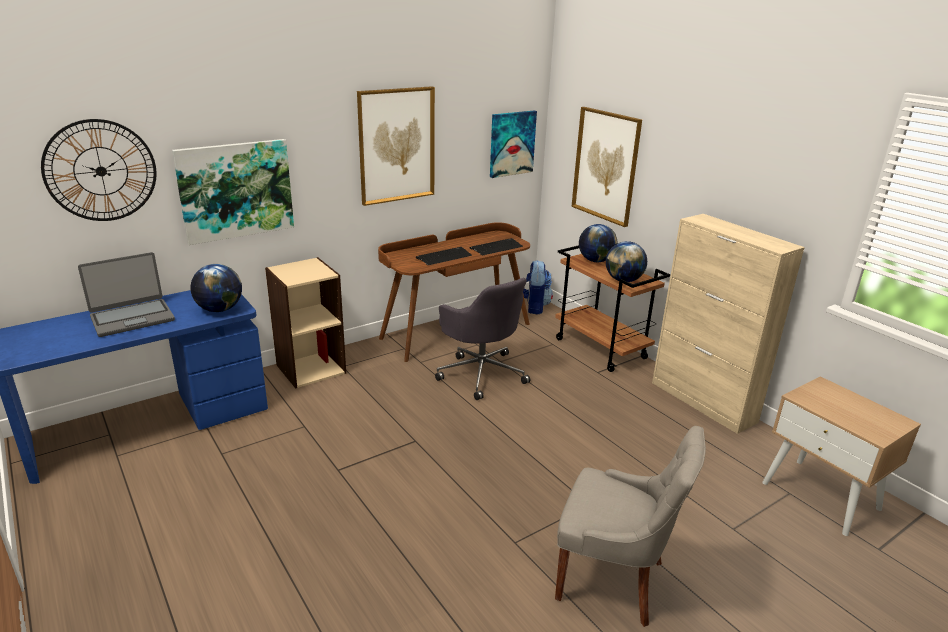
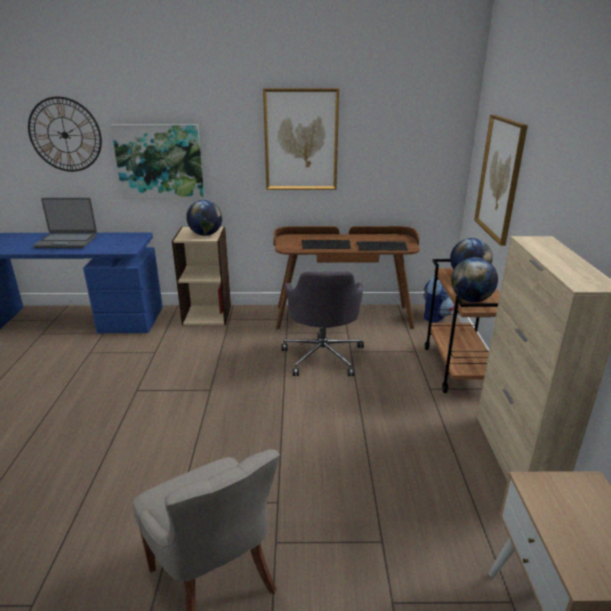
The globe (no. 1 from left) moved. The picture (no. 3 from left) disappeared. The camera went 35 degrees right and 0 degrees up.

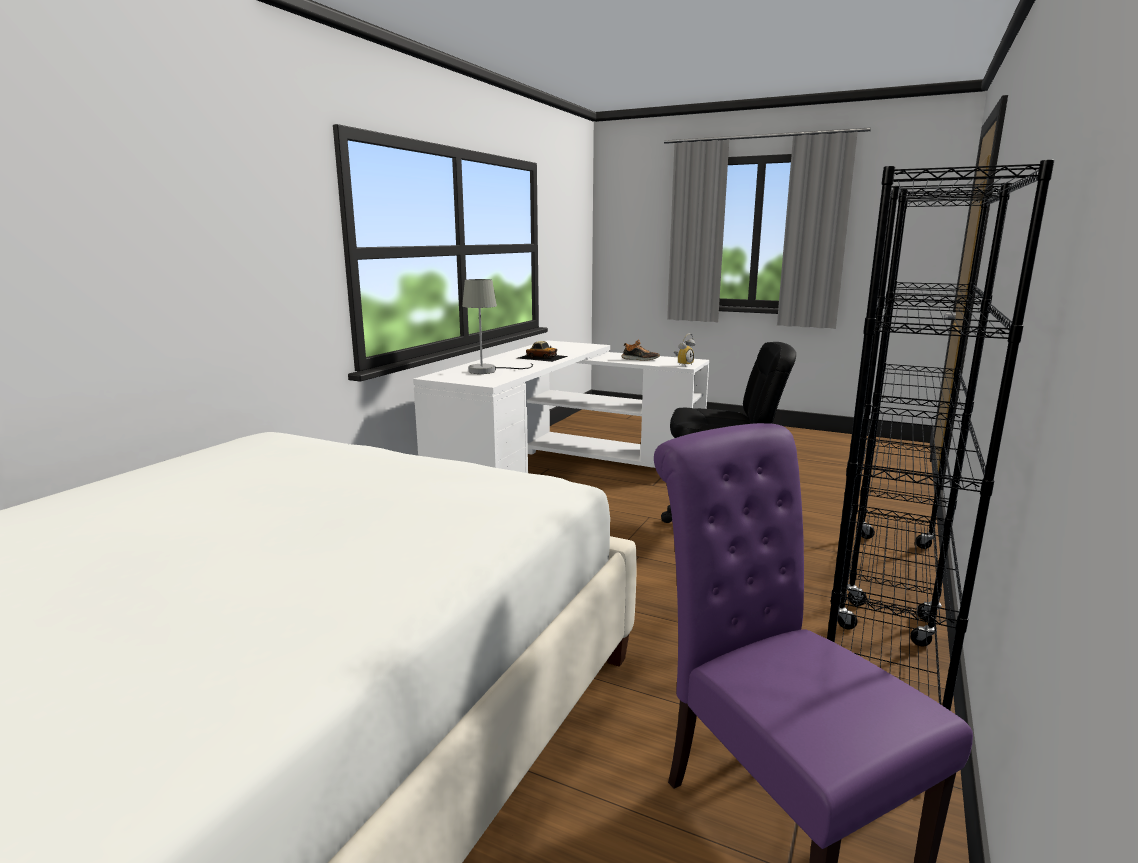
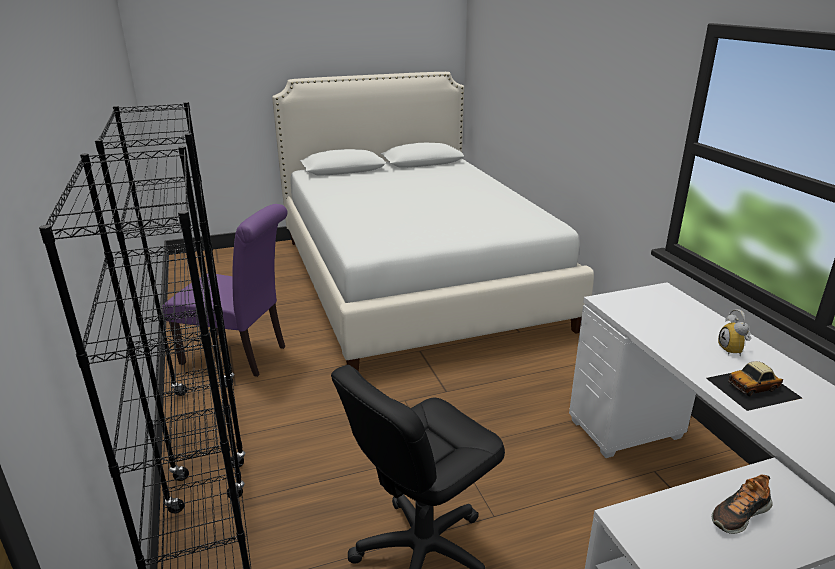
The grey table lamp disappeared. The alarm clock moved. The camera went 135 degrees right and 10 degrees up.

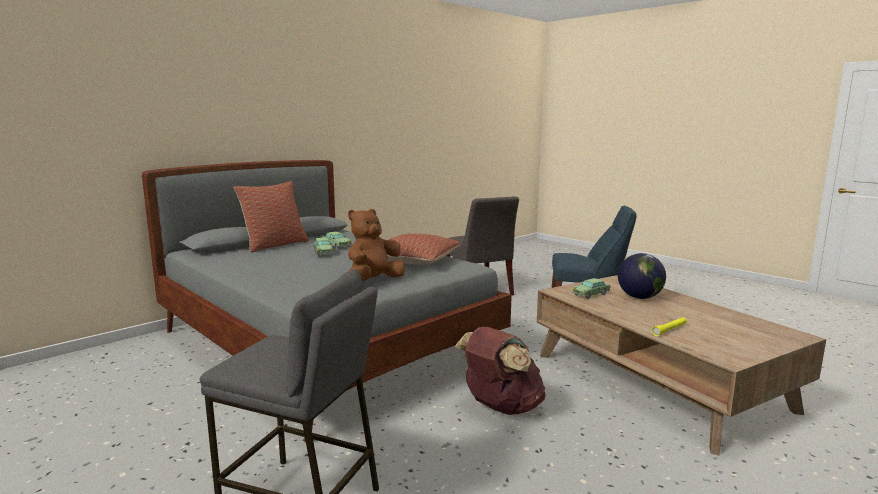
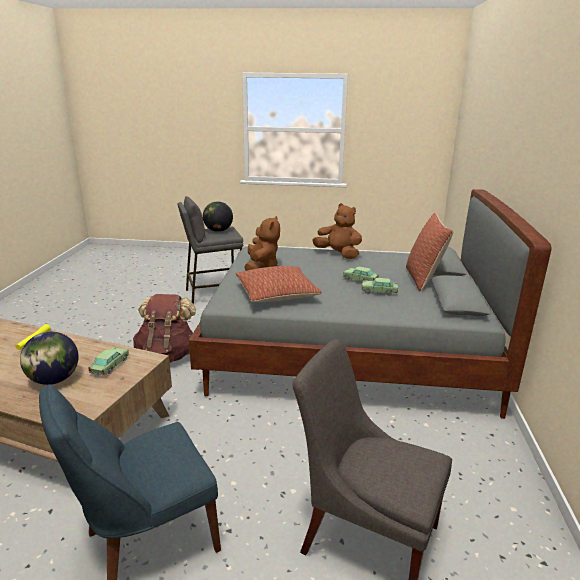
The globe (no. 2 from left) appeared. The brown plush toy (no. 2 from left) appeared. The camera went 140 degrees right and 10 degrees up.

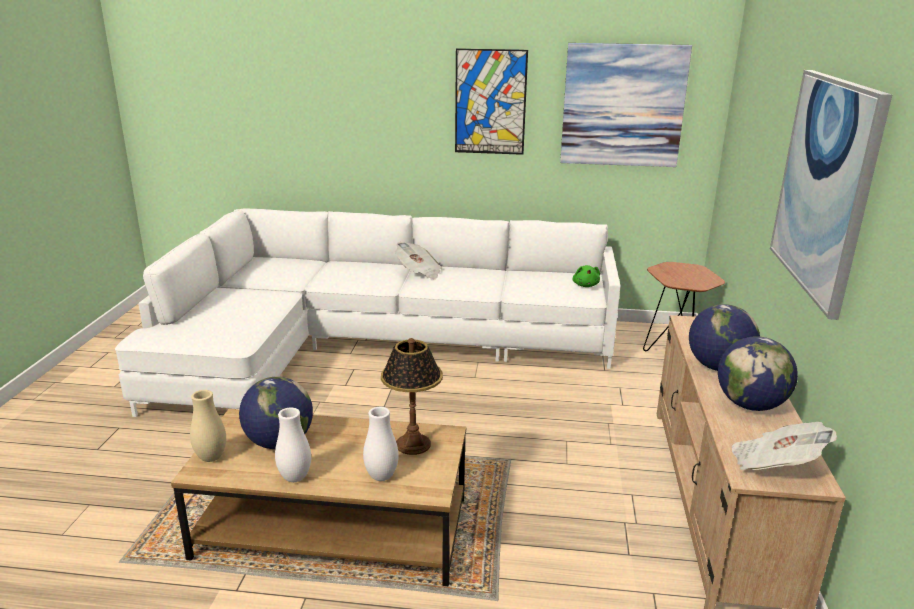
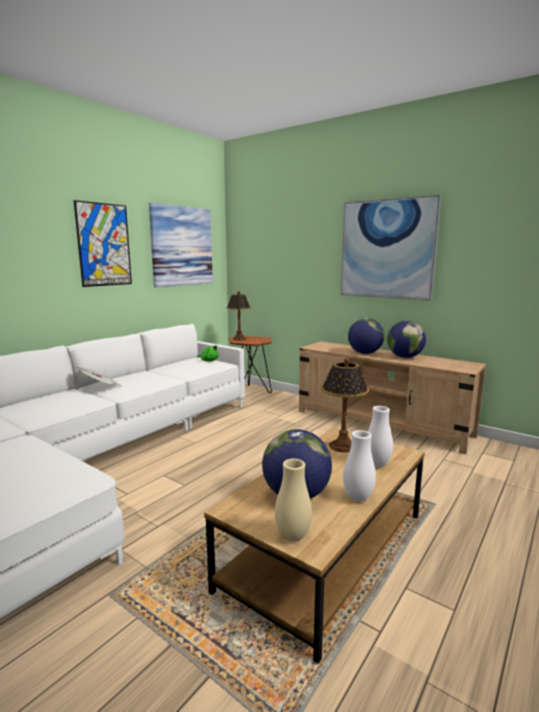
The newspaper (no. 2 from left) disappeared. The table lamp (no. 1 from left) appeared. The camera went 60 degrees left and 10 degrees down.

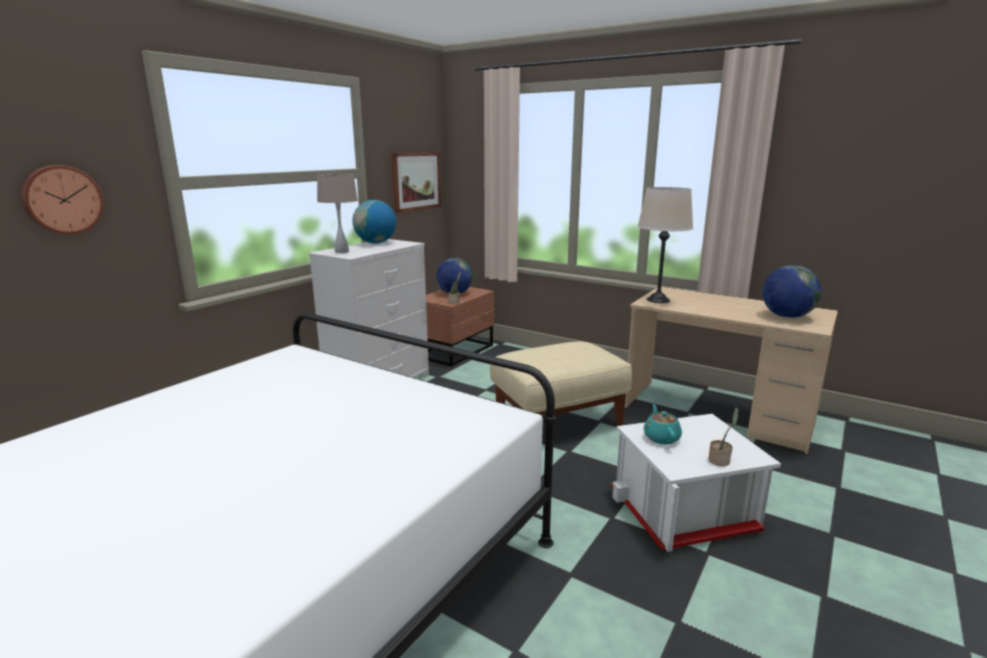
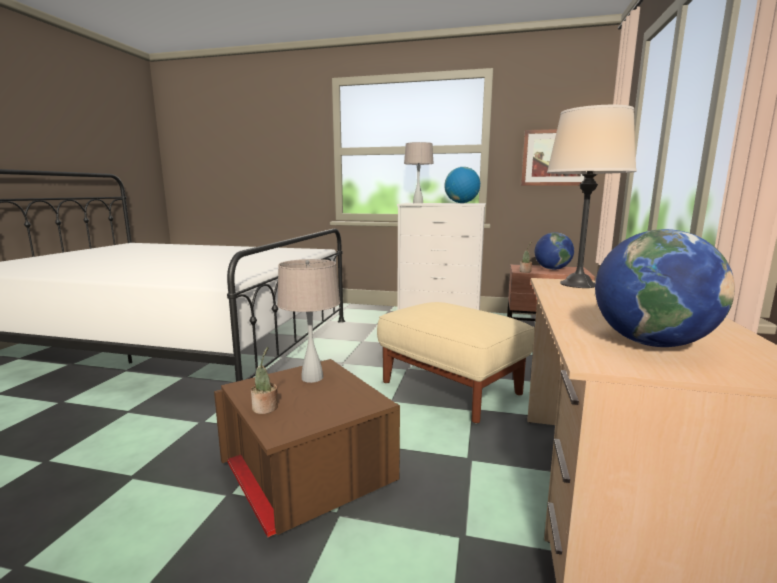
The wall clock disappeared. The white storage box became the brown storage box. The turquoise teapot was replaced by the beige table lamp (no. 1 from left). The camera went 70 degrees right and 5 degrees down.

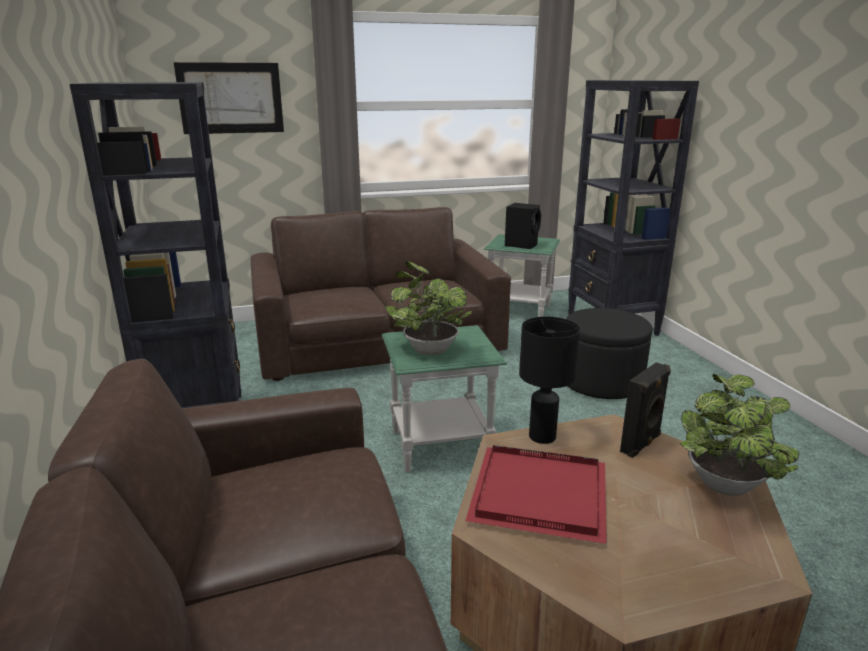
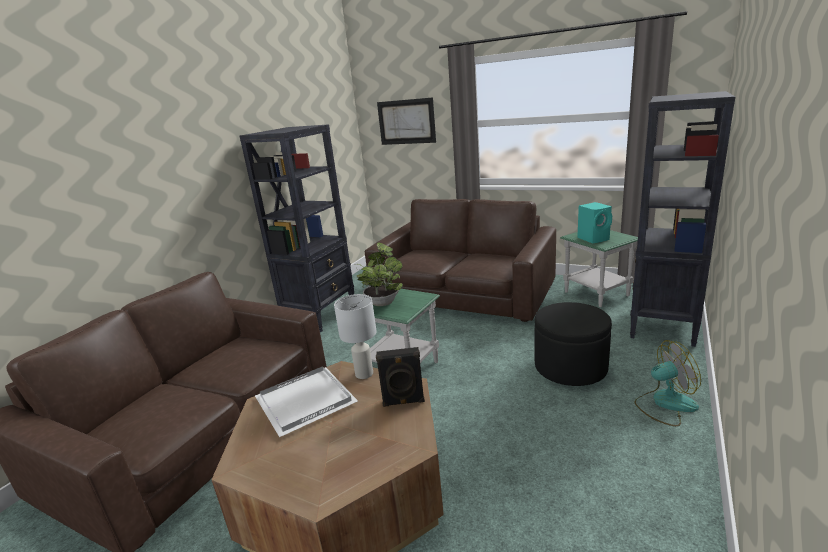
The red tray became the white tray. The black speaker (no. 1 from left) became the turquoise speaker. The black table lamp became the white table lamp. The potted plant (no. 2 from left) disappeared. The fan appeared. The camera went 45 degrees right and 0 degrees up.

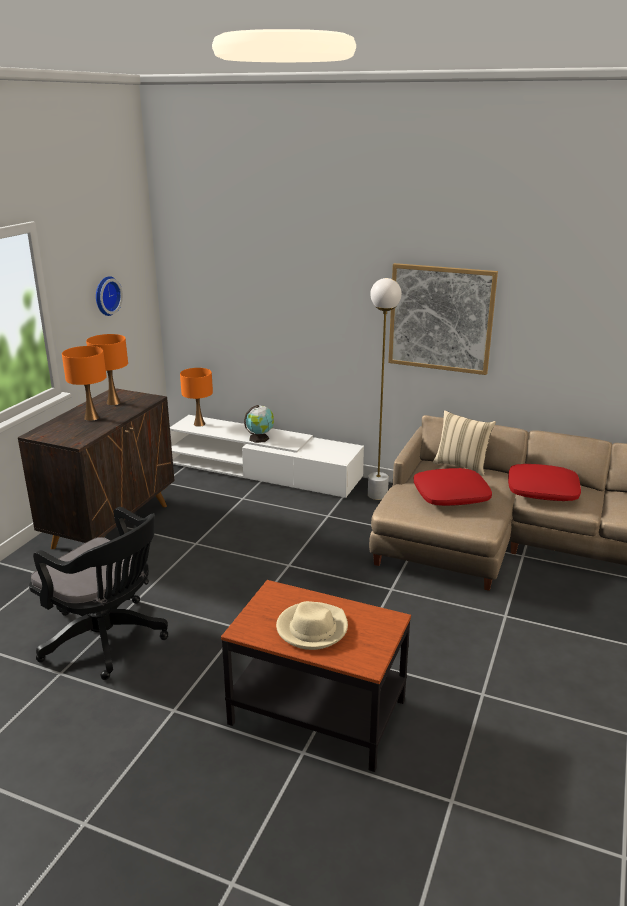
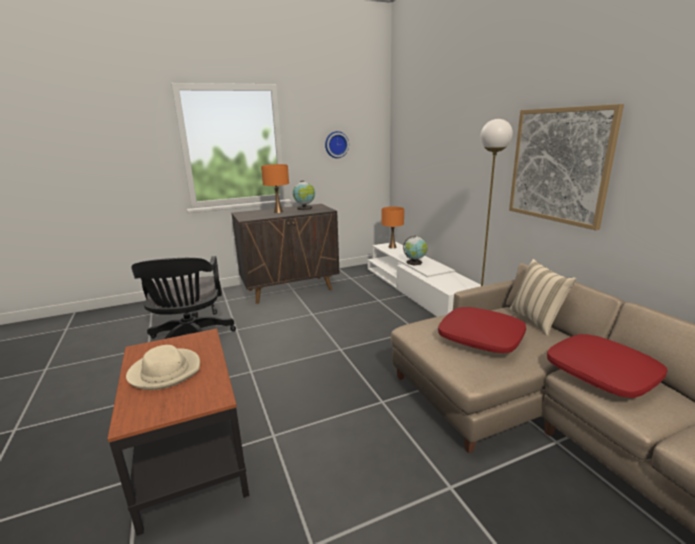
The orange table lamp (no. 2 from left) was replaced by the globe (no. 1 from left). The camera went 45 degrees right and 5 degrees down.

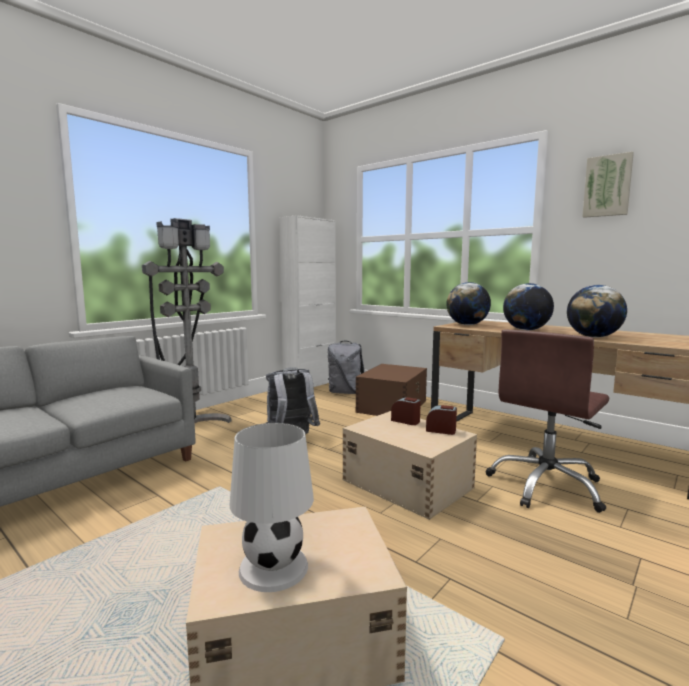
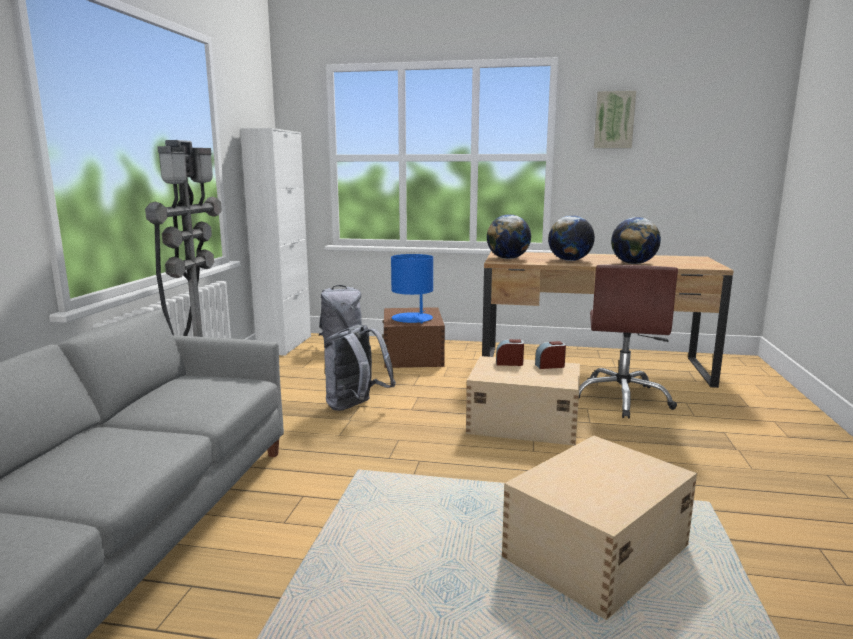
The white table lamp disappeared. The blue table lamp appeared. The camera went 30 degrees left and 5 degrees up.

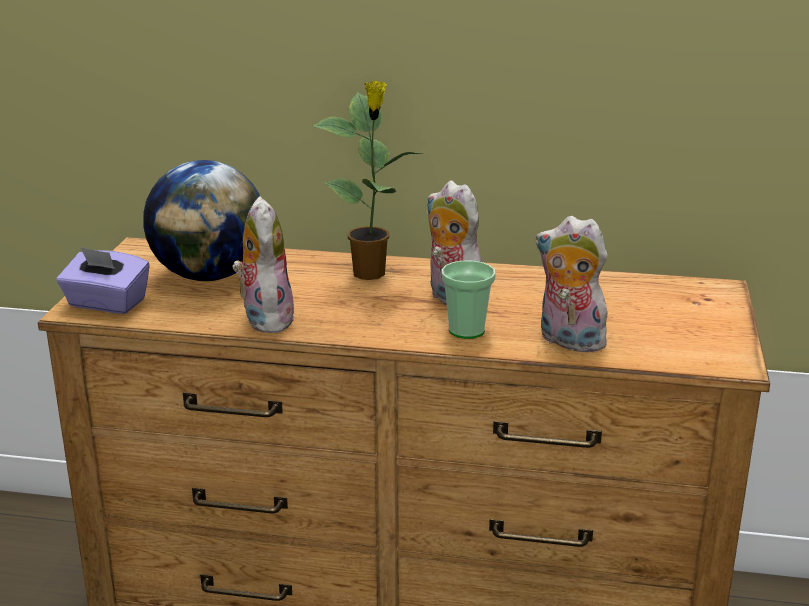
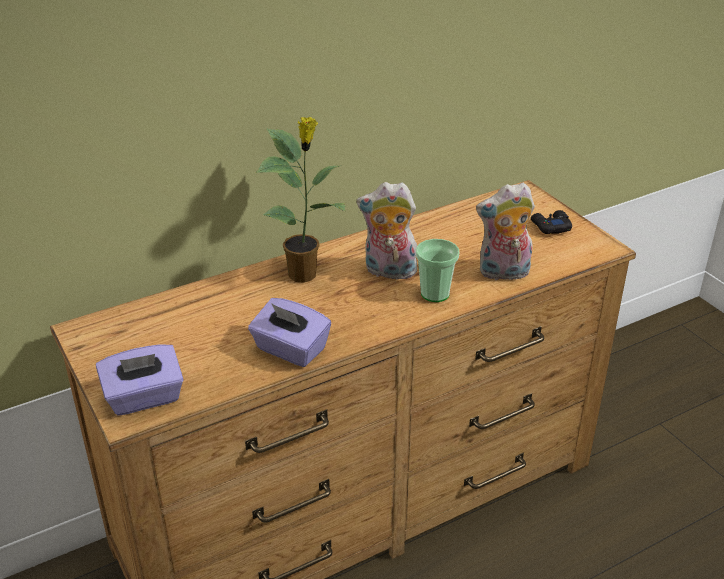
The globe disappeared. The plush toy (no. 1 from left) was replaced by the purple tissue box (no. 2 from left). The black game controller appeared. The camera went 40 degrees left and 10 degrees up.

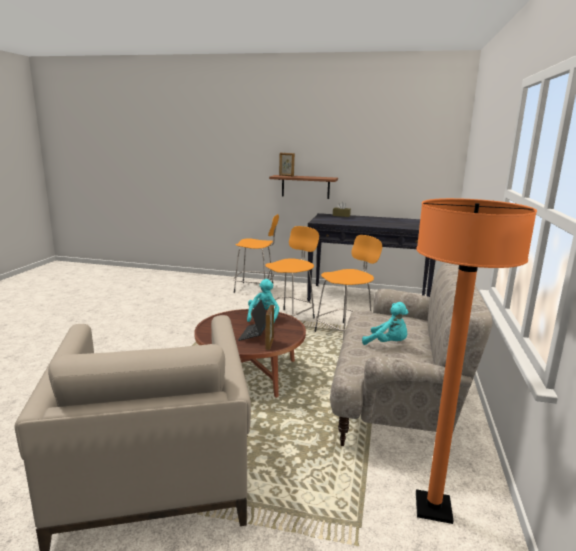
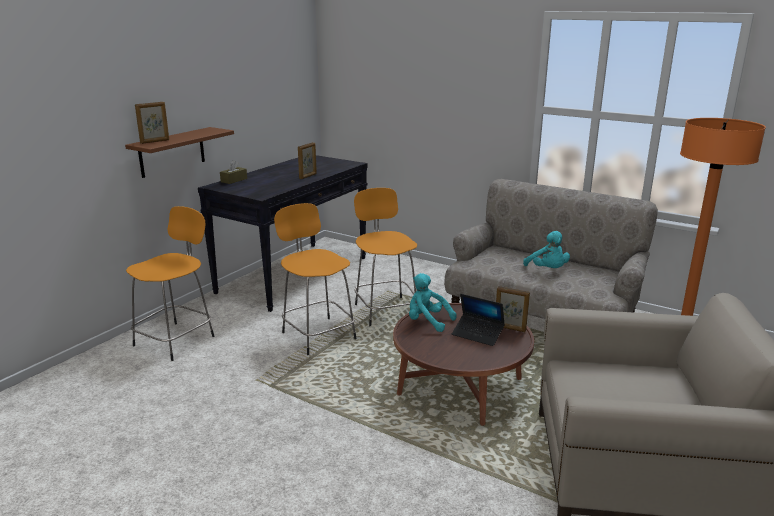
The turquoise plush toy (no. 2 from left) turned 105 degrees clockwise. The picture frame (no. 2 from left) appeared. The camera went 70 degrees left and 5 degrees up.

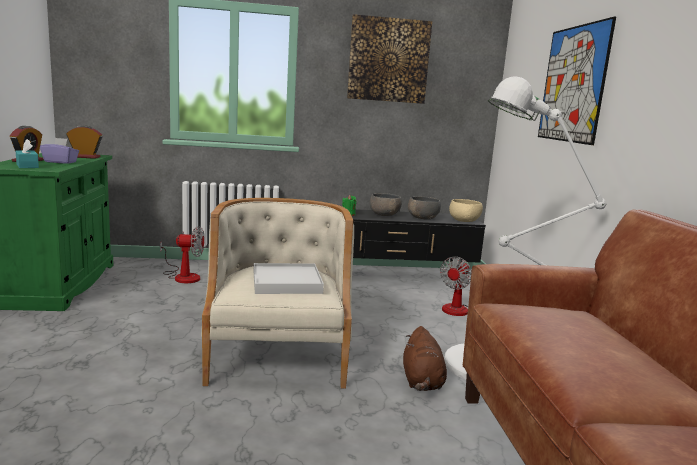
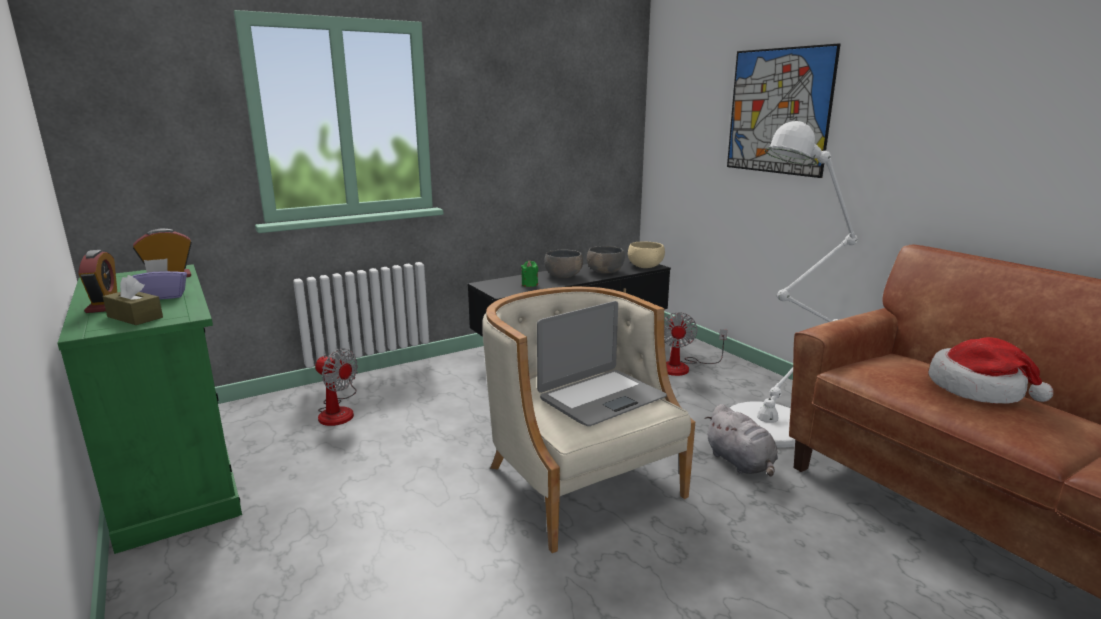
The turquoise tissue box became the brown tissue box. The fan (no. 1 from left) turned 60 degrees clockwise. The white tray was replaced by the laptop. The picture (no. 1 from left) disappeared. The brown plush toy became the grey plush toy. The hat appeared. The camera went 25 degrees left and 5 degrees up.

